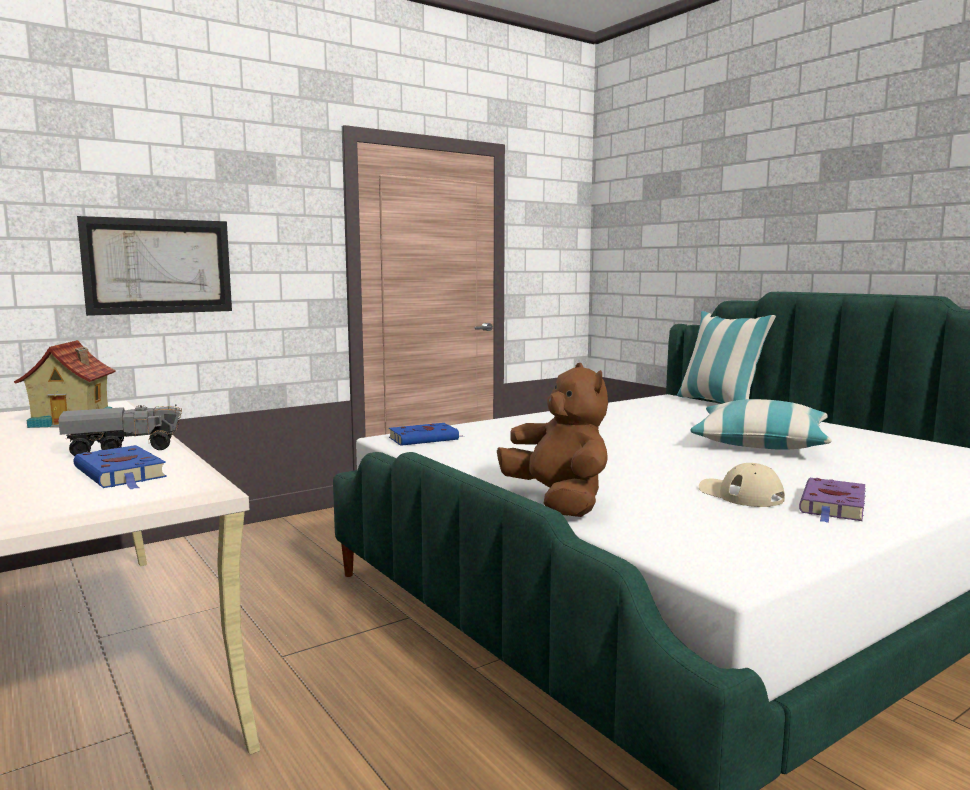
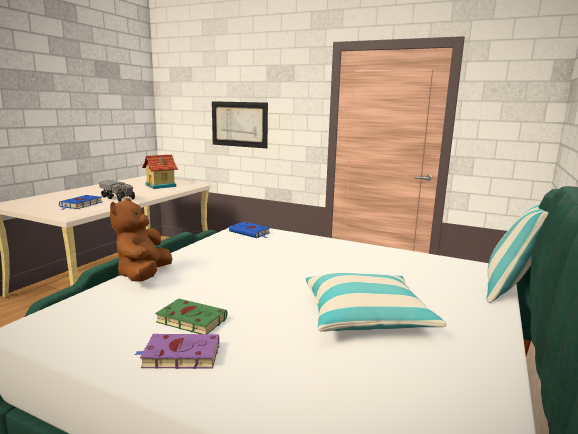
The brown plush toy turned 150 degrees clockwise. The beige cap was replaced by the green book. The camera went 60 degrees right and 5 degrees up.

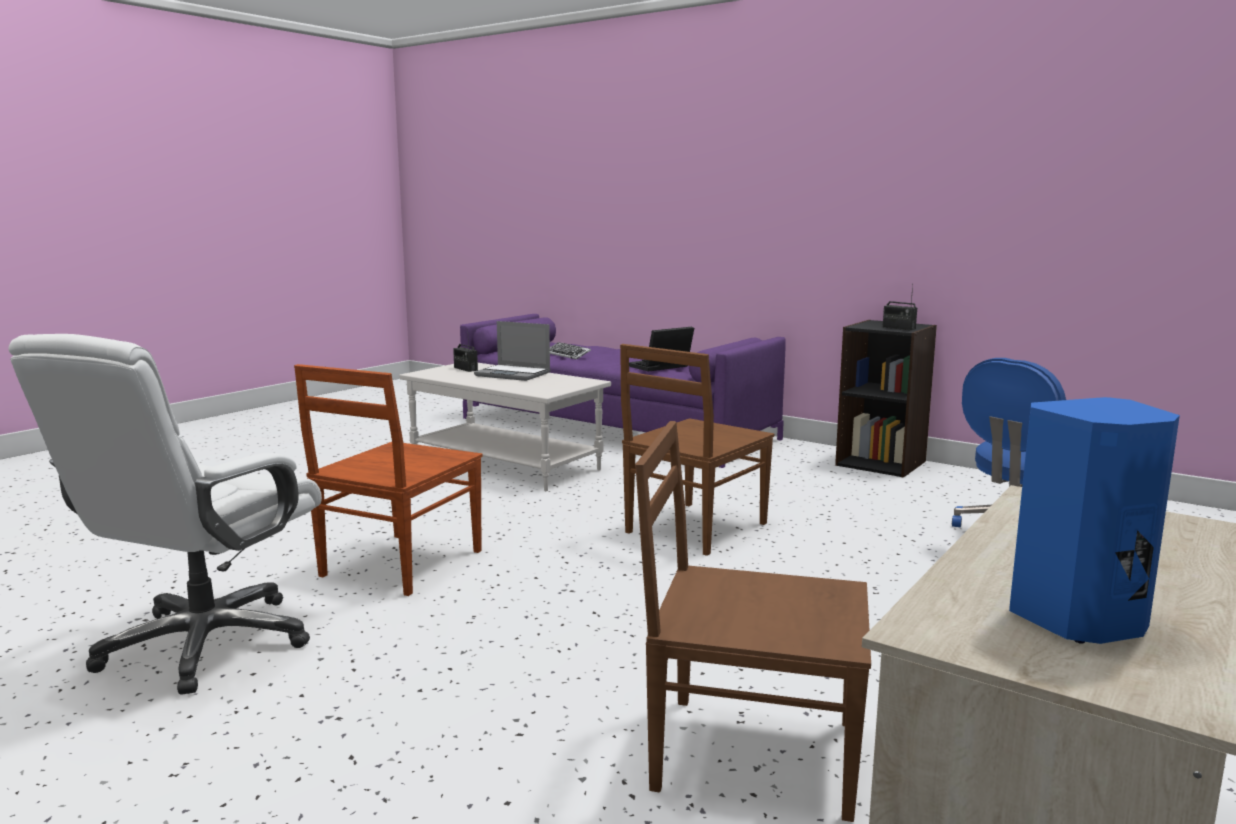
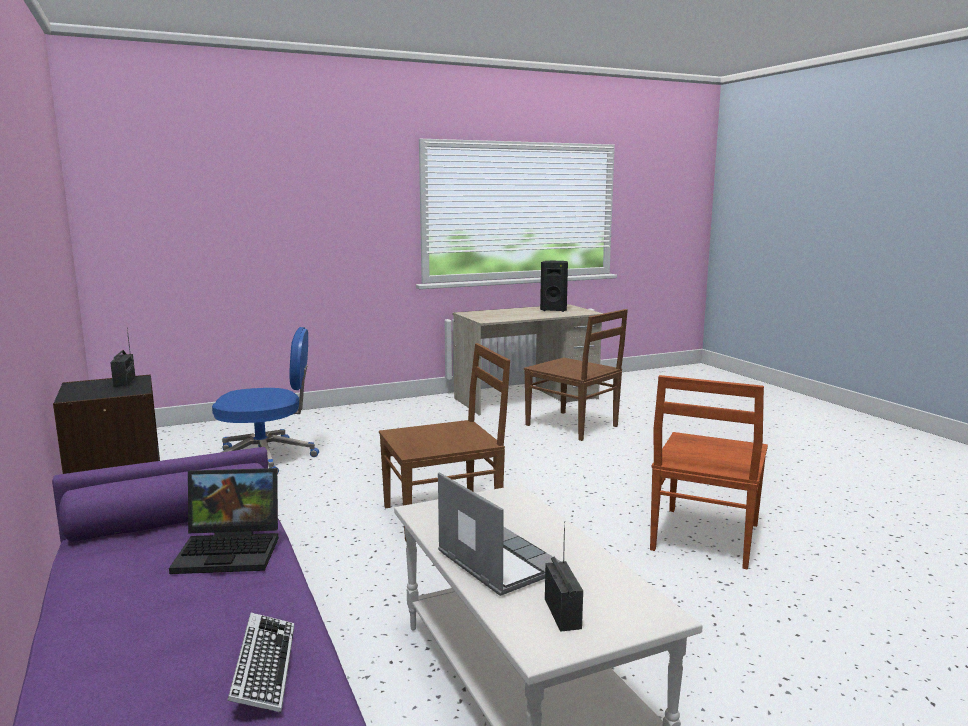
The white office chair disappeared. The brown chair (no. 1 from left in the first image) turned 150 degrees clockwise. The blue speaker became the black speaker. The camera went 150 degrees left and 0 degrees up.

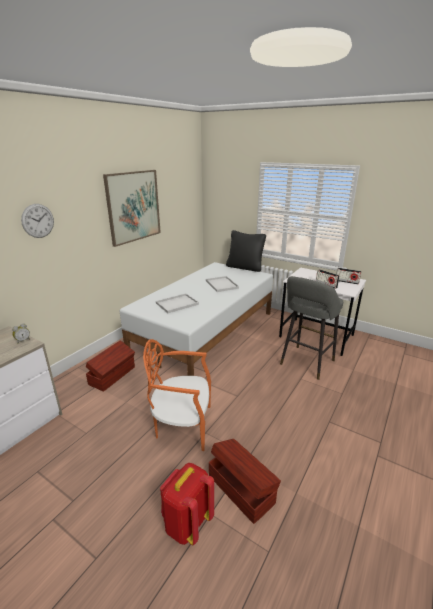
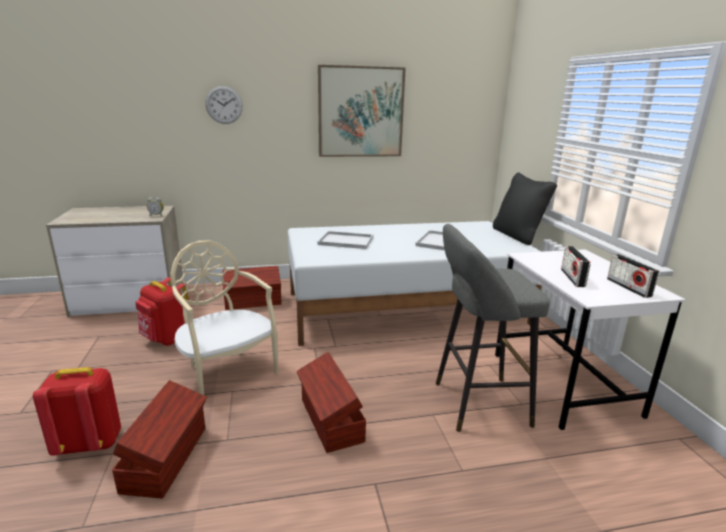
The orange chair became the beige chair. The red backpack (no. 2 from left) appeared. The brown storage box (no. 3 from left) appeared. The camera went 45 degrees right and 5 degrees down.

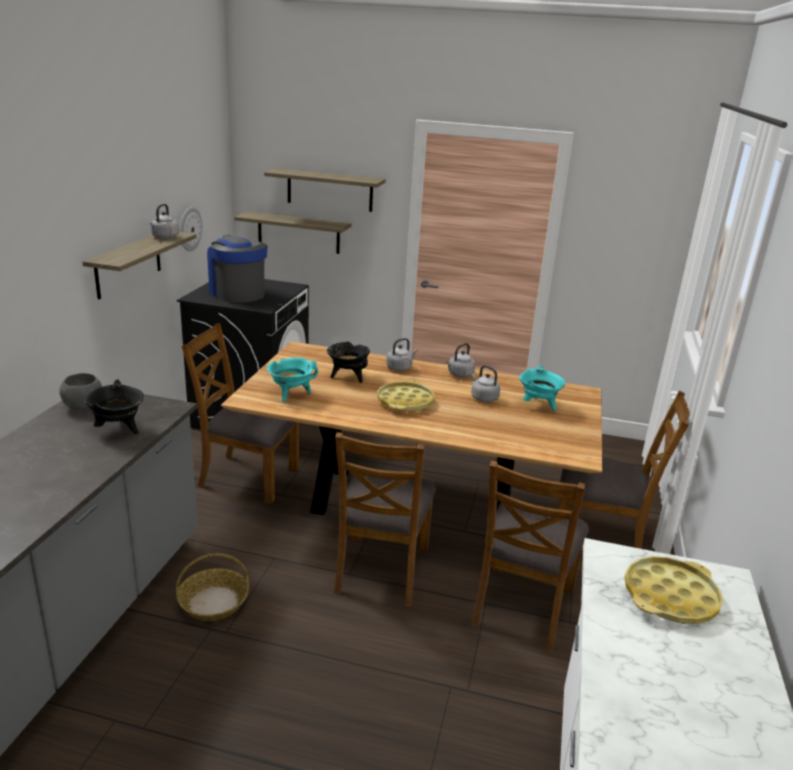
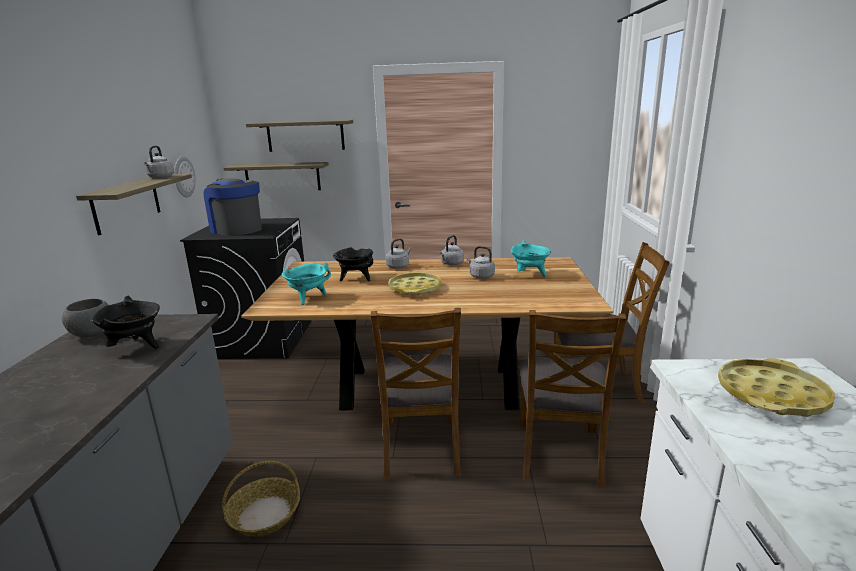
The brown chair (no. 1 from left) disappeared. The camera went 10 degrees left and 5 degrees down.

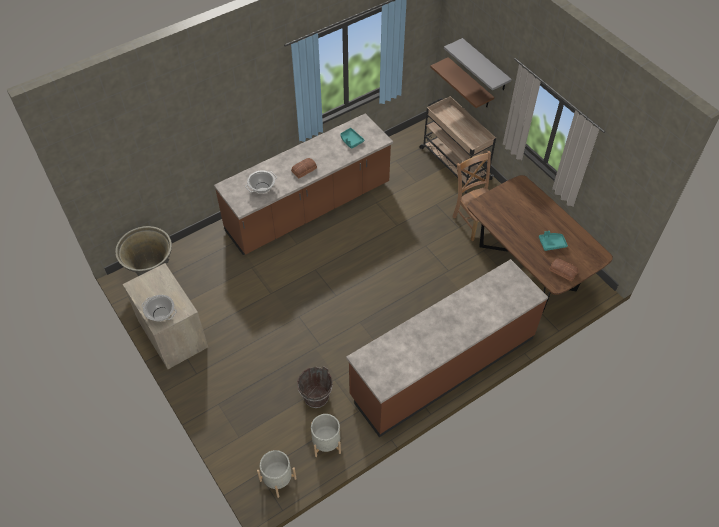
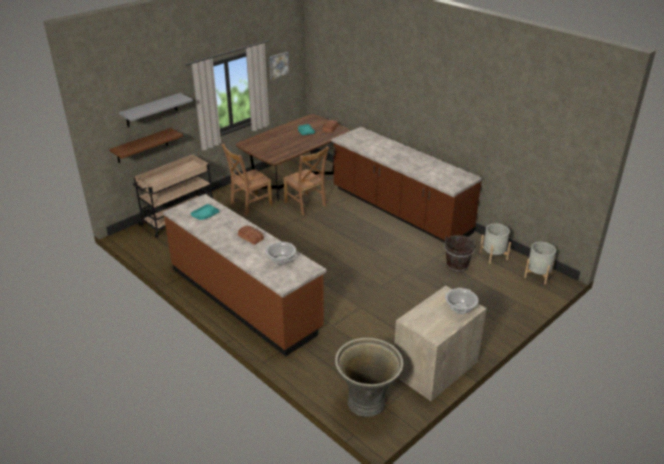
The picture appeared. The brown chair (no. 2 from left) appeared. The camera went 100 degrees left and 20 degrees down.

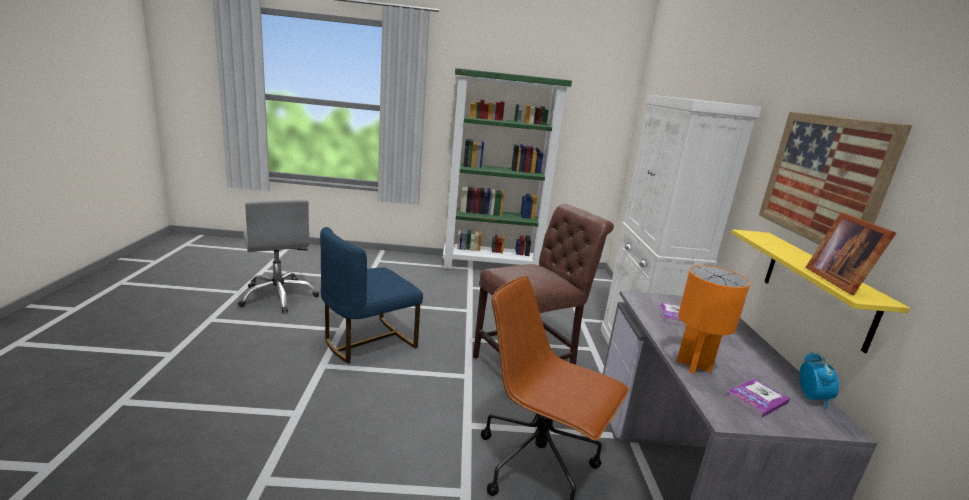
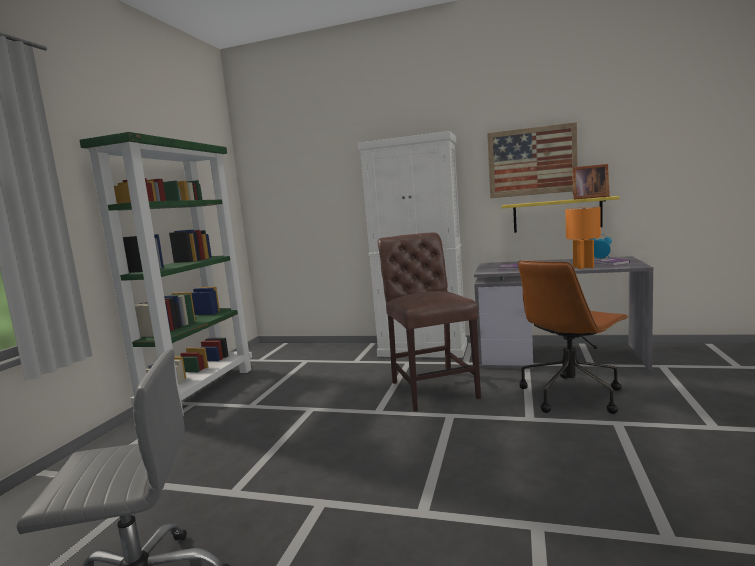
The blue chair disappeared. The camera went 70 degrees left and 10 degrees down.

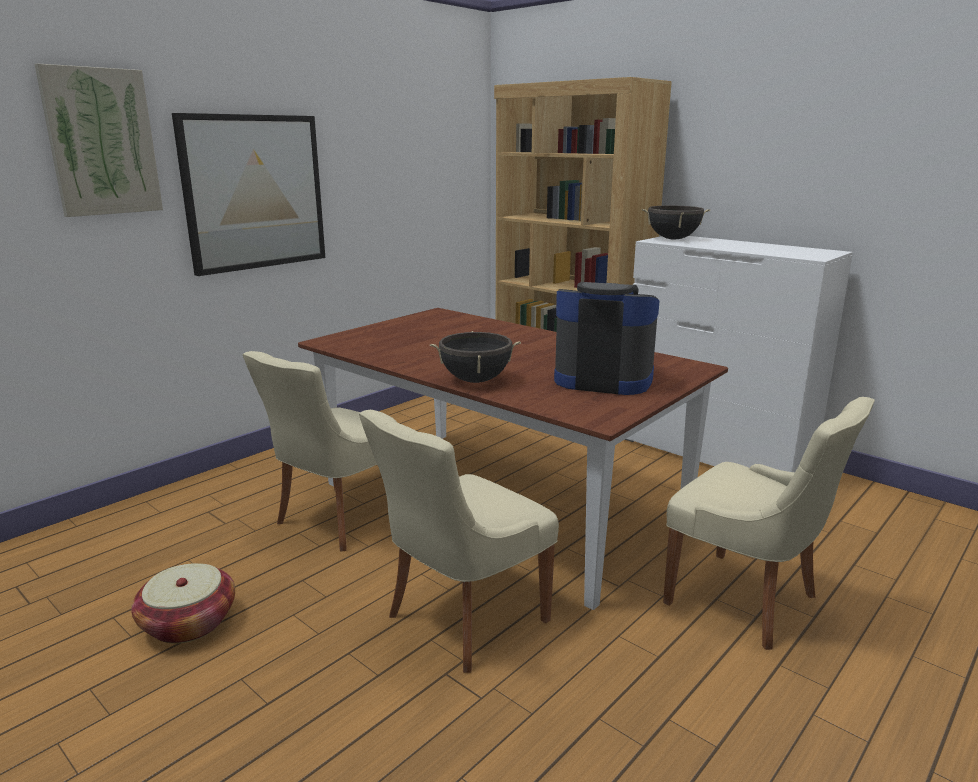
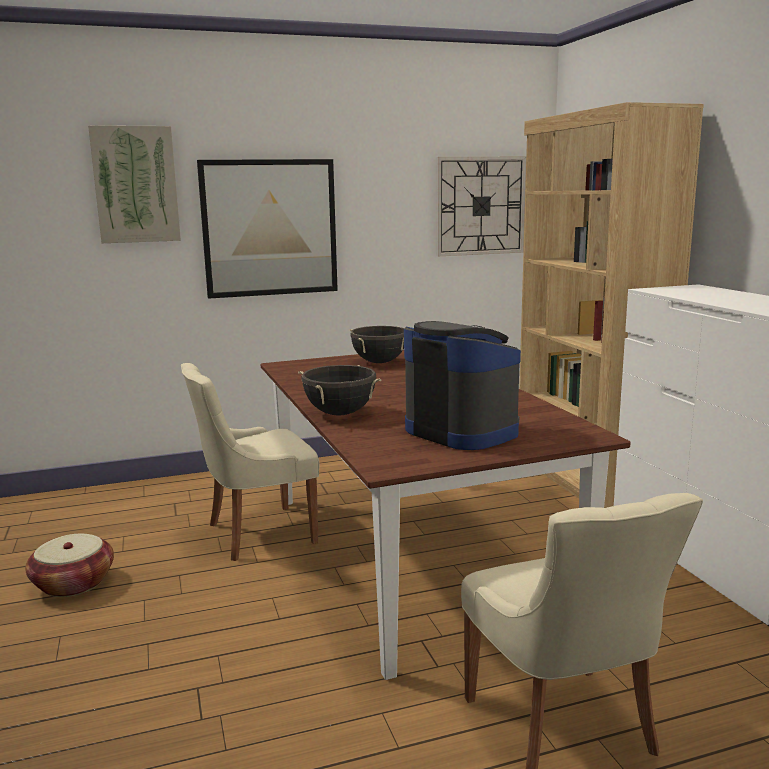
The beige chair (no. 2 from left) disappeared. The black cooking pot (no. 2 from left) moved. The wall clock appeared. The camera went 30 degrees right and 5 degrees down.

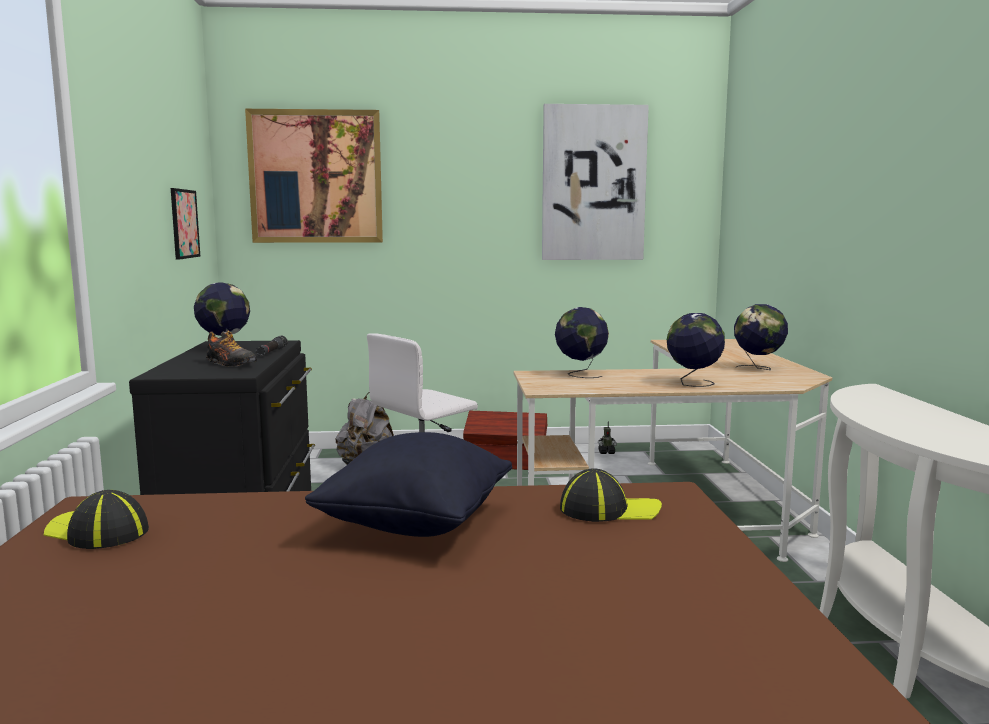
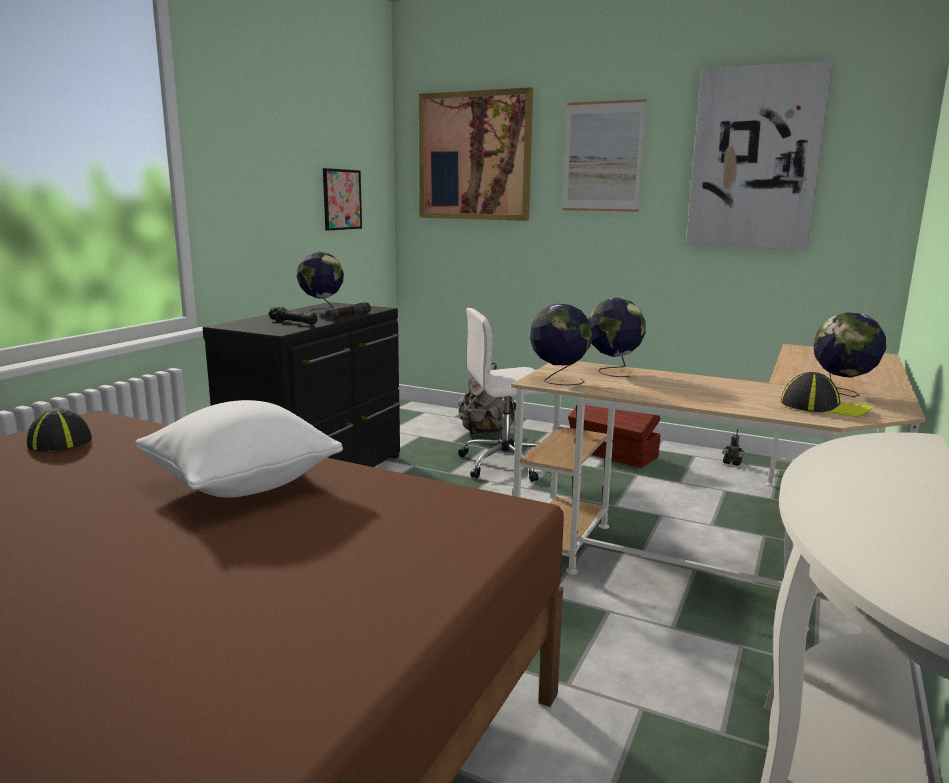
The shoe was replaced by the black flashlight (no. 1 from left). The black pillow became the white pillow. The cap (no. 2 from left) moved. The globe (no. 3 from left in the first image) moved. The picture (no. 3 from left) appeared. The camera went 30 degrees right and 5 degrees up.

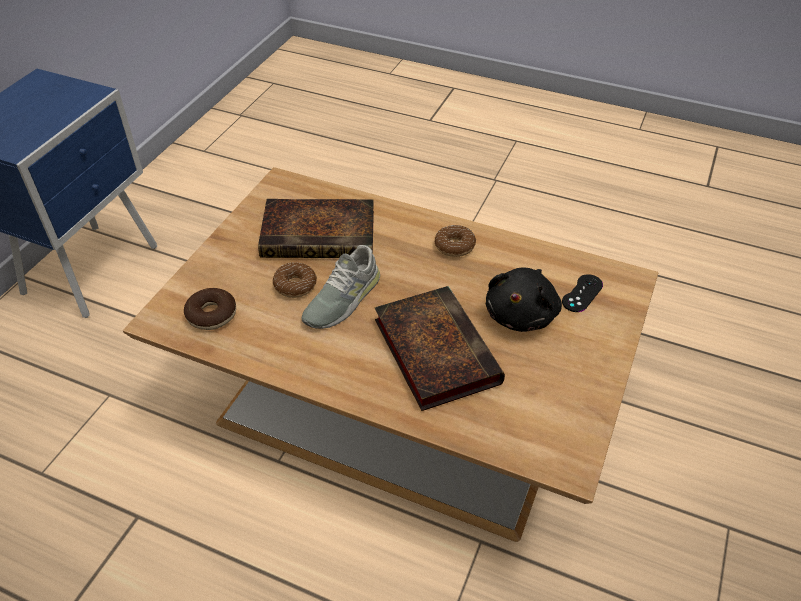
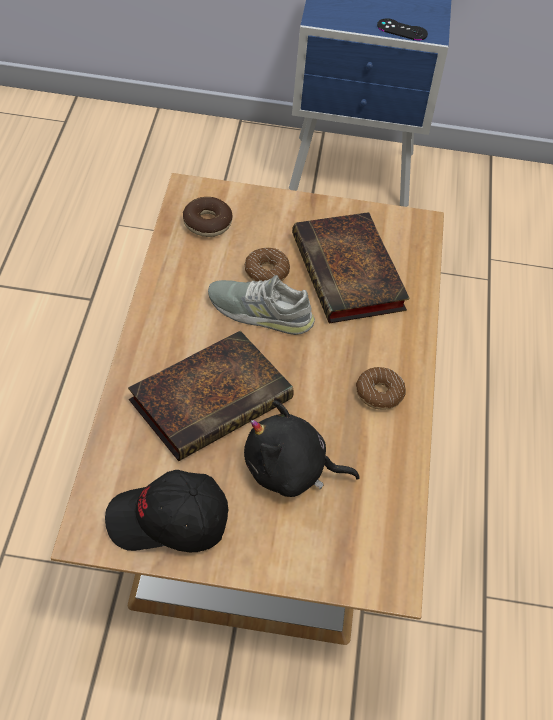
The black game controller moved. The black cap appeared. The camera went 70 degrees right and 5 degrees up.

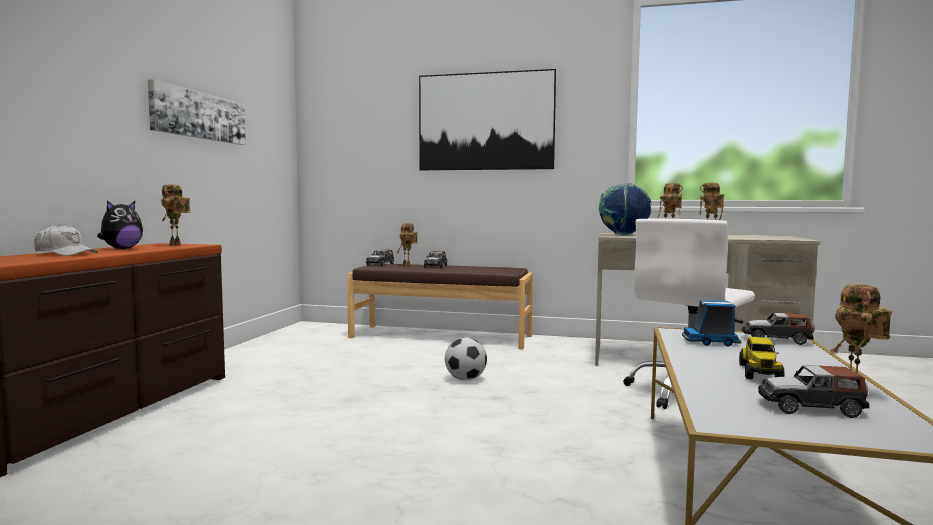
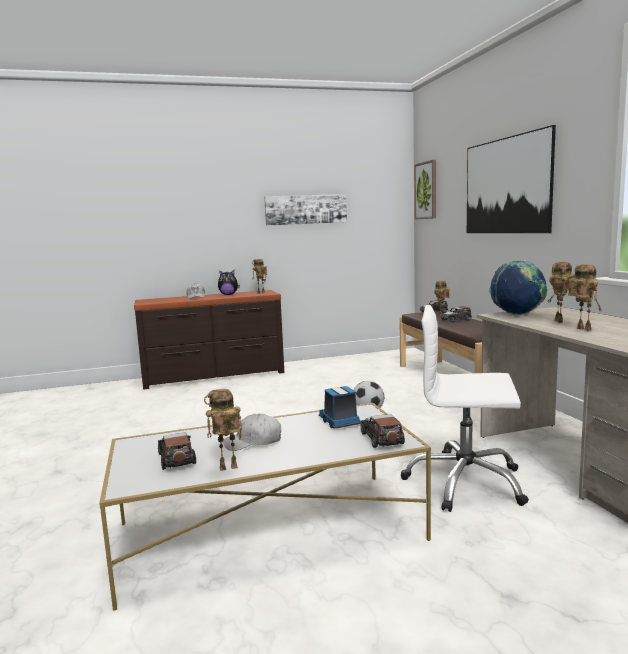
The toy truck (no. 2 from left) was replaced by the white cap (no. 2 from left). The picture (no. 2 from left) appeared. The camera went 60 degrees right and 5 degrees up.

